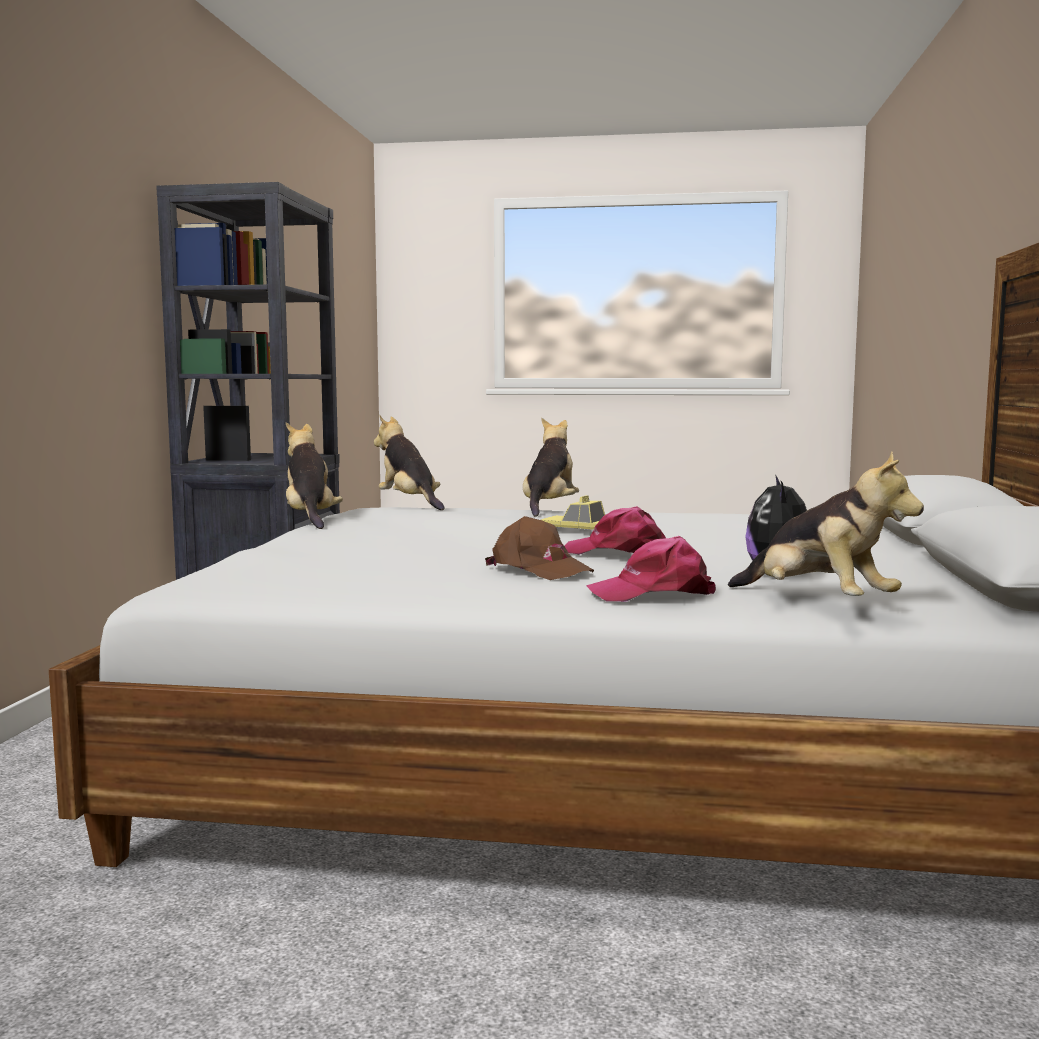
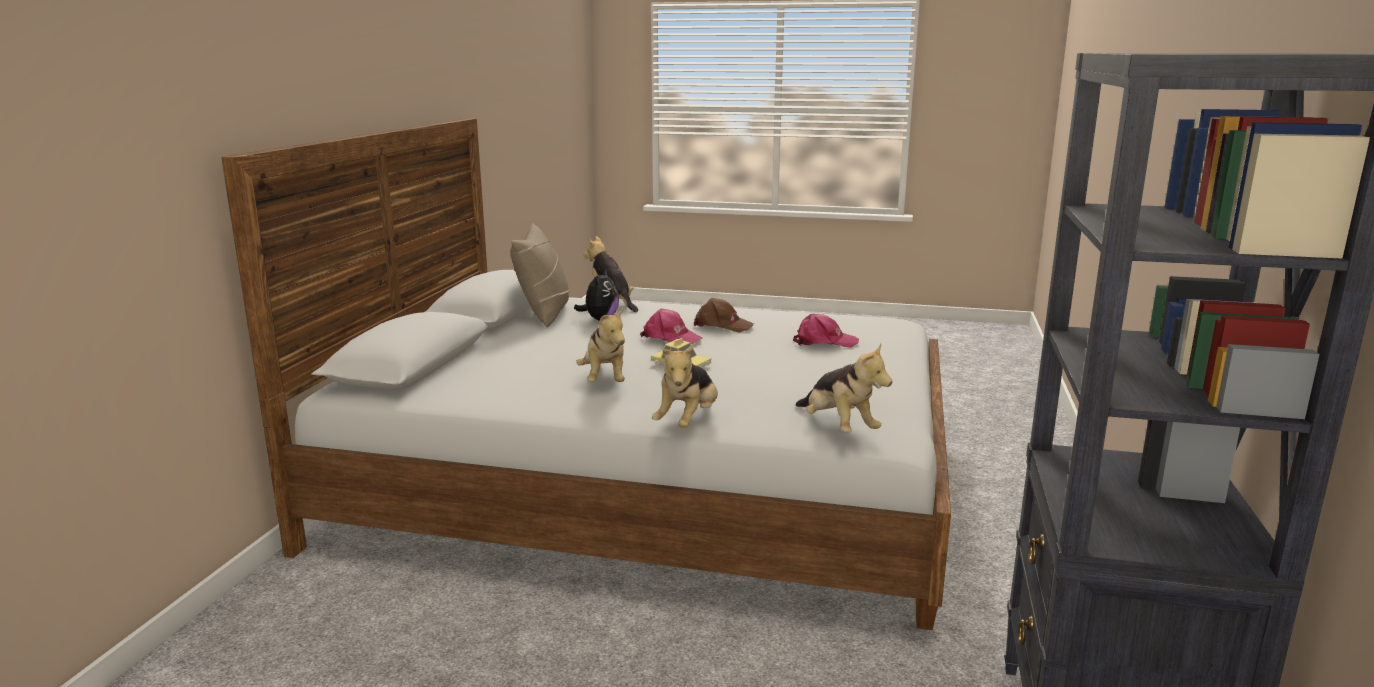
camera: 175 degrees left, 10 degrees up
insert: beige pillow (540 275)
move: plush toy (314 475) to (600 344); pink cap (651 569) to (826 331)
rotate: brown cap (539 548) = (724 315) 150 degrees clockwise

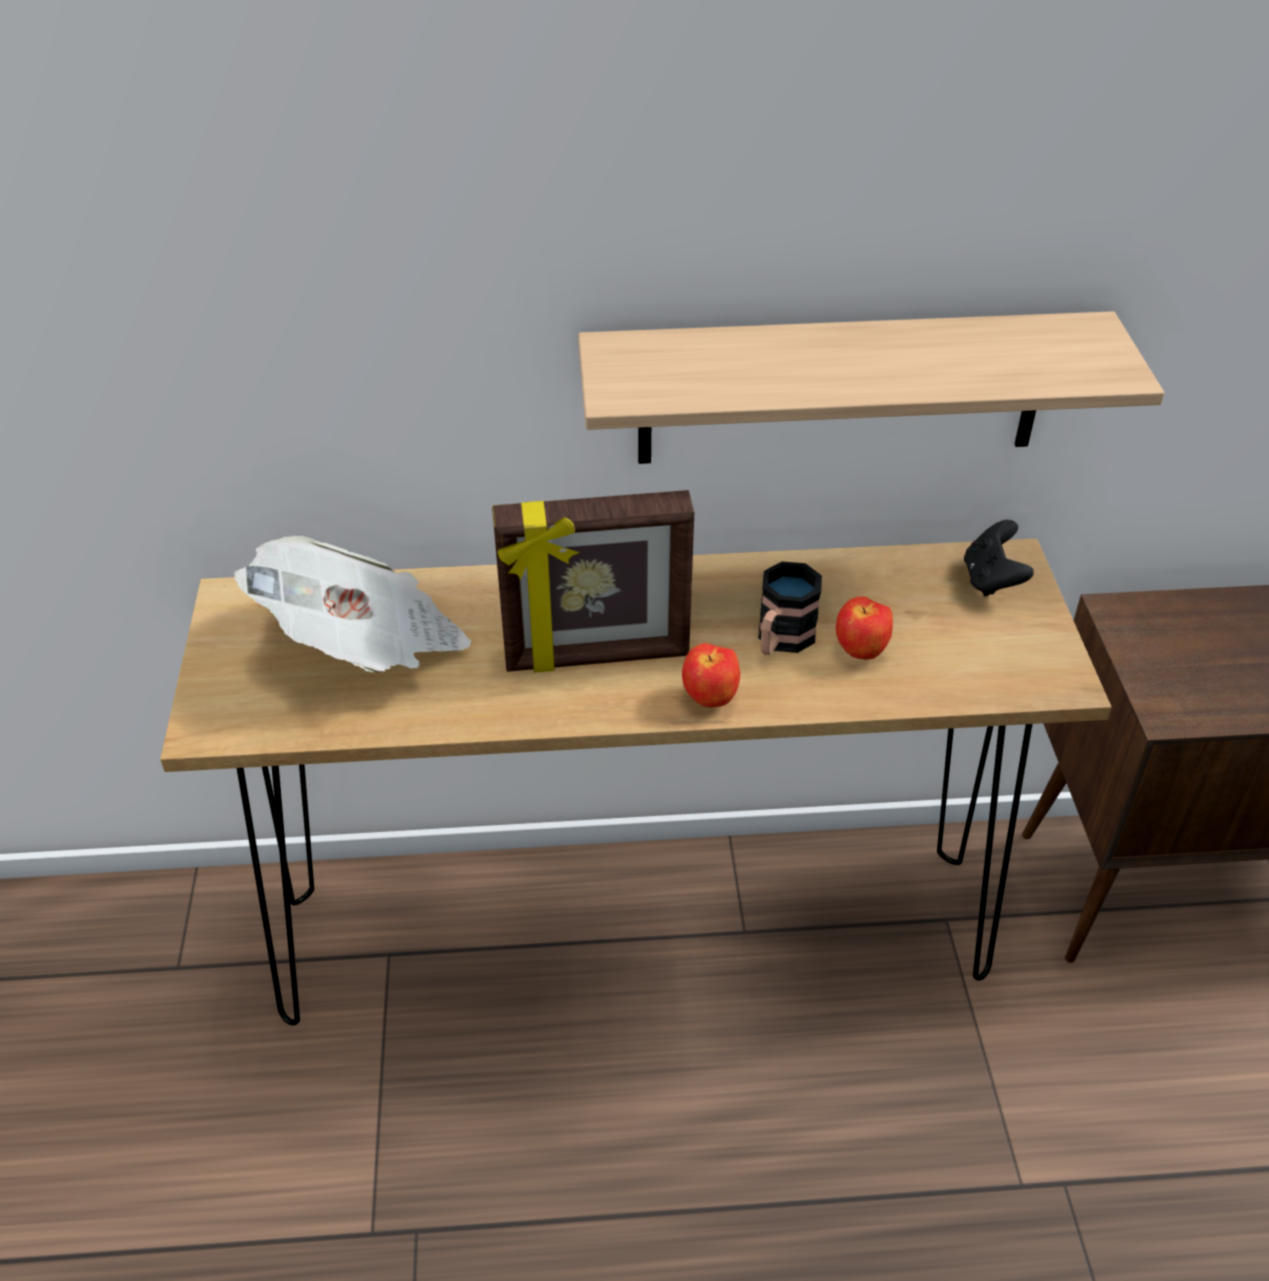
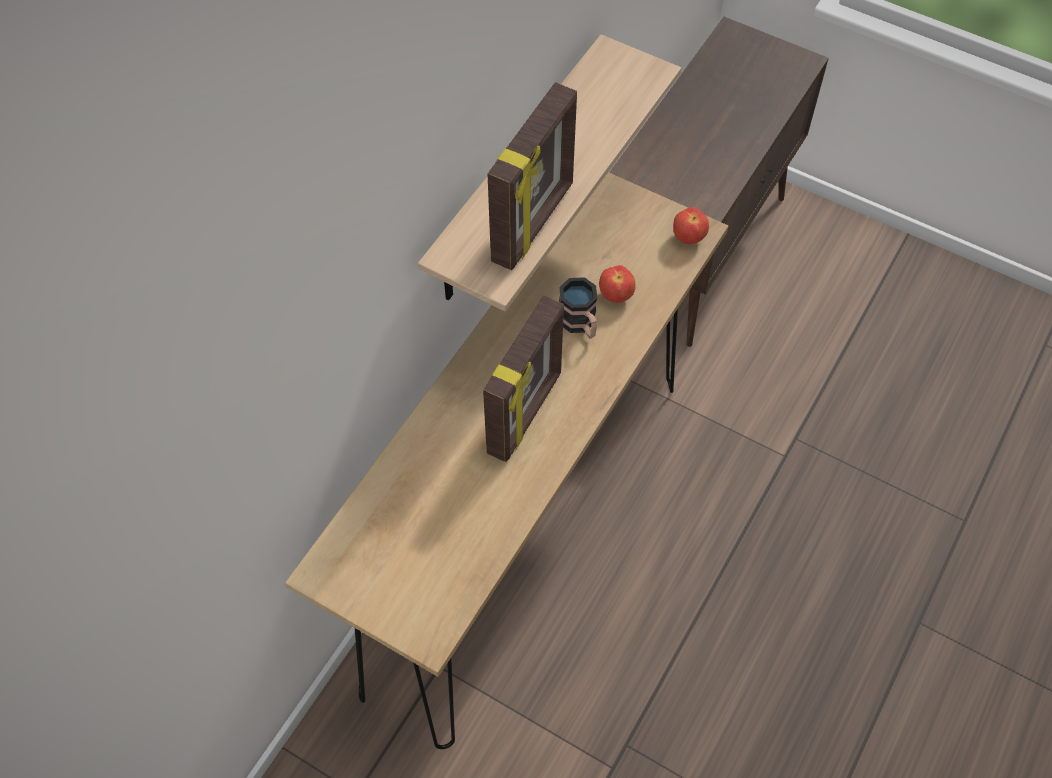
camera: 55 degrees left, 15 degrees up
delete: newspaper (353 604); black game controller (999 558)
insert: picture frame (532 176)
move: apple (711 675) to (691 225)

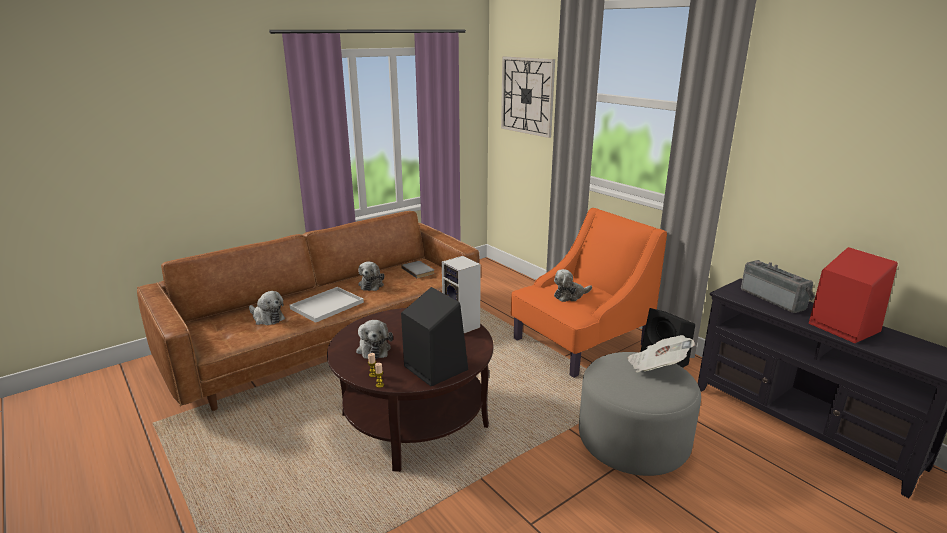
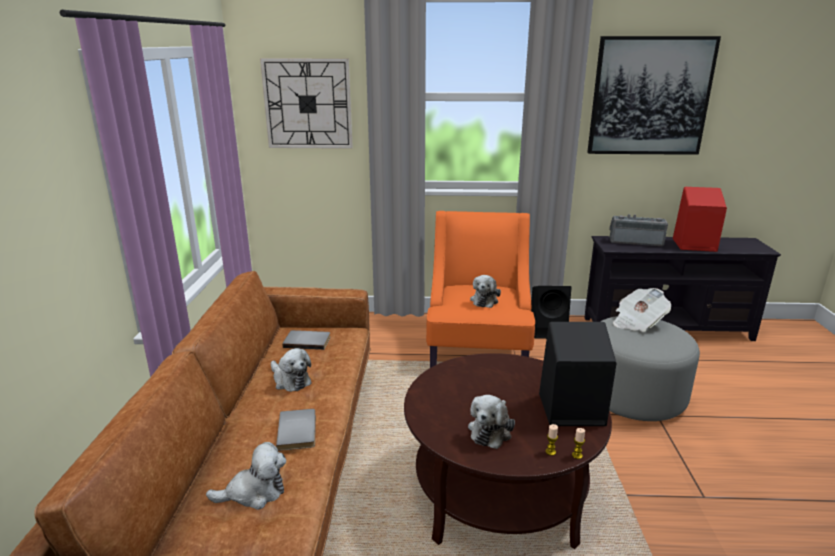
camera: 50 degrees left, 0 degrees up
delete: speaker (461 294)
insert: picture (654 95)
replace: white tray (326 305) to grey book (296 430)
rotate: plush toy (374 339) = (491 422) 90 degrees clockwise

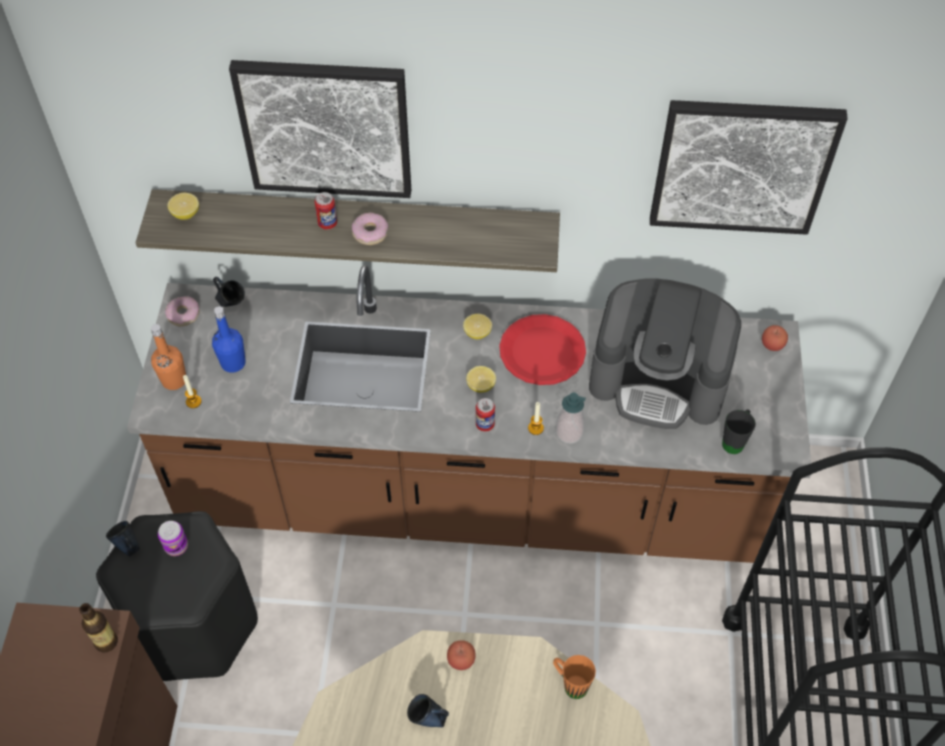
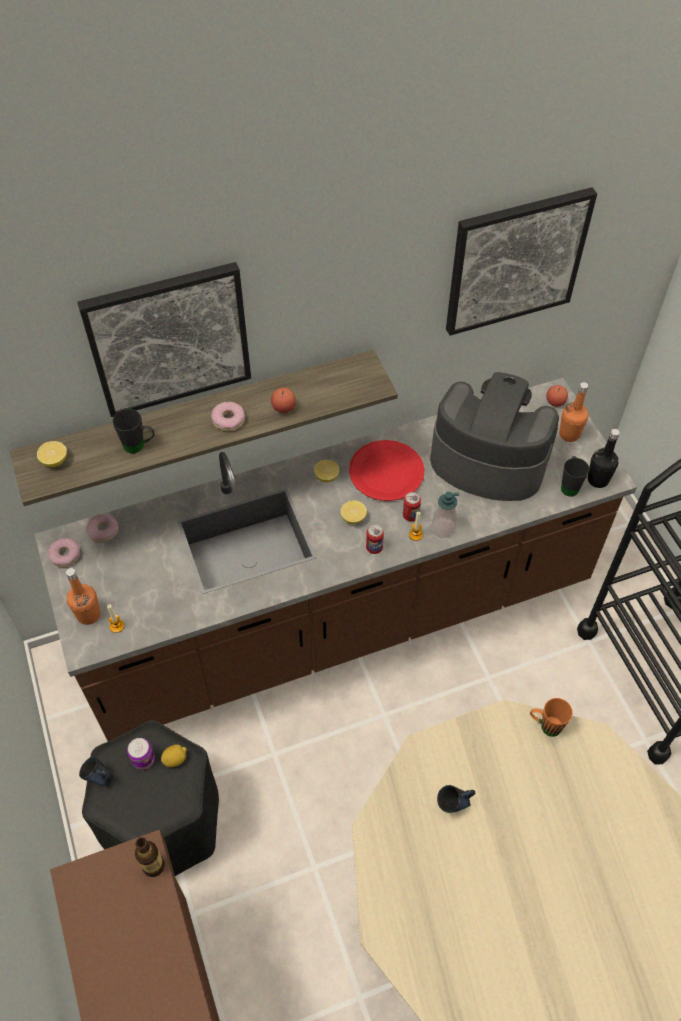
camera: 25 degrees left, 0 degrees up
delete: blue bottle (229 339)
insert: black mug (133 431); lemon (173 755); orange bottle (574 412); black bottle (604 458)
move: can (325 210) to (412 506); apple (461 655) to (283 400)
replace: blue mug (229 292) to donut (102 528)
rotate: coffee machine (665 354) = (494 436) 150 degrees counterclockwise

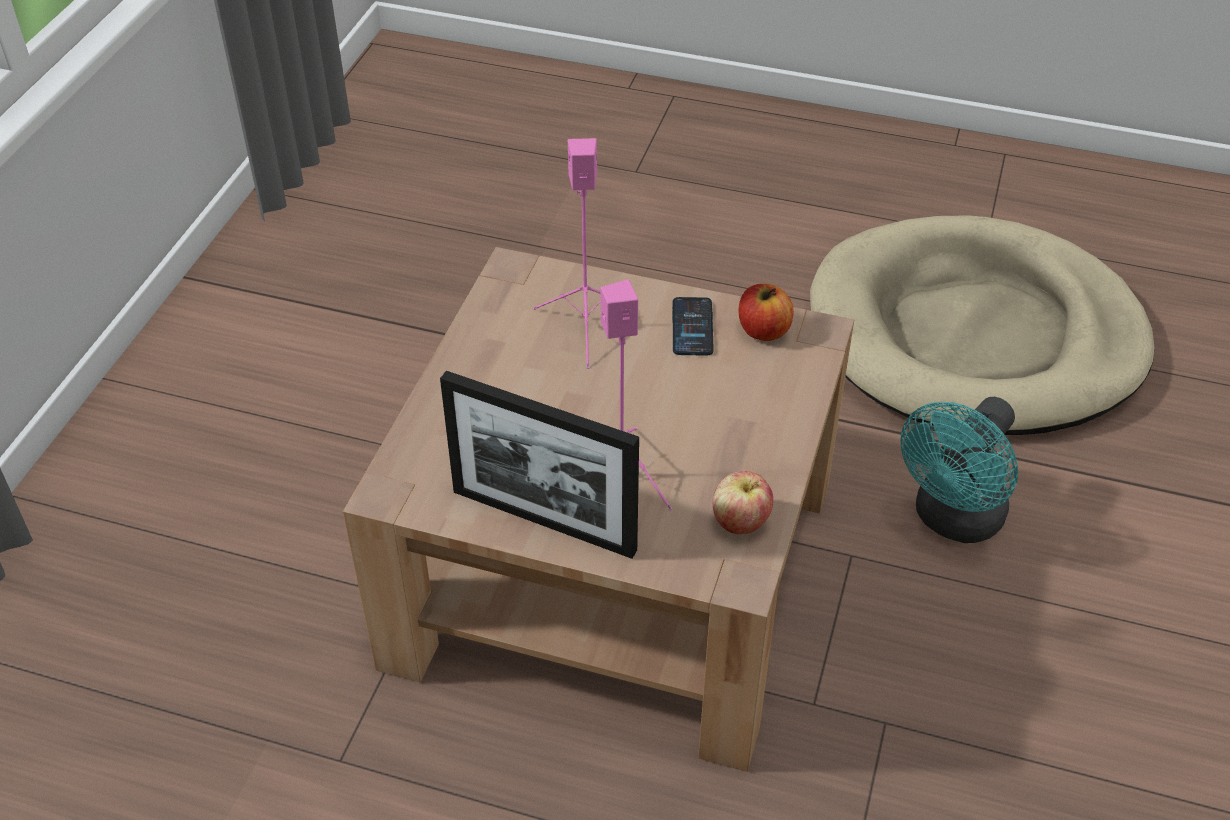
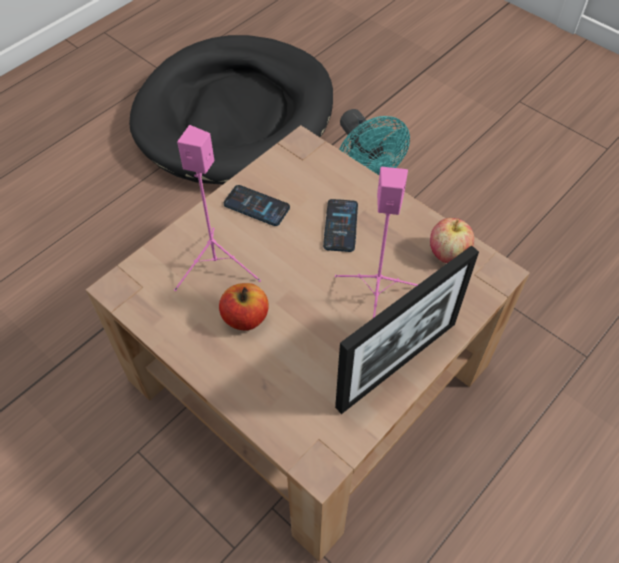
camera: 65 degrees left, 10 degrees up
insert: phone (340 225)
move: apple (766 312) to (244 307)
recolor: beige dog bed (982 325) to black dog bed (231 109)

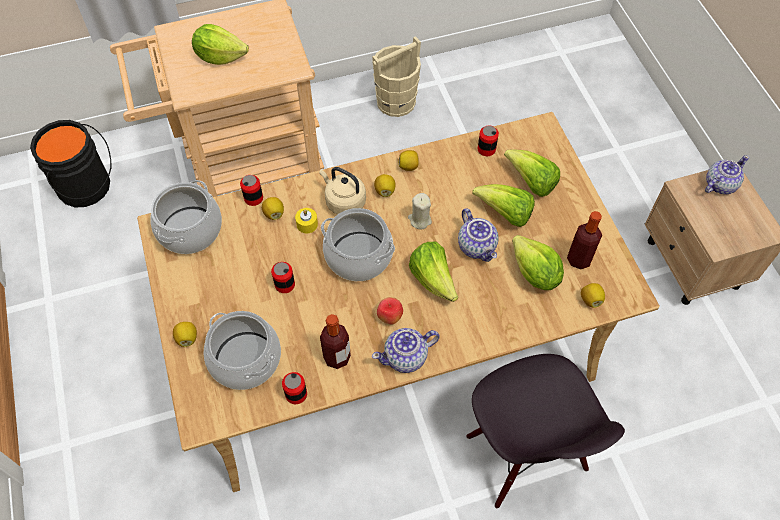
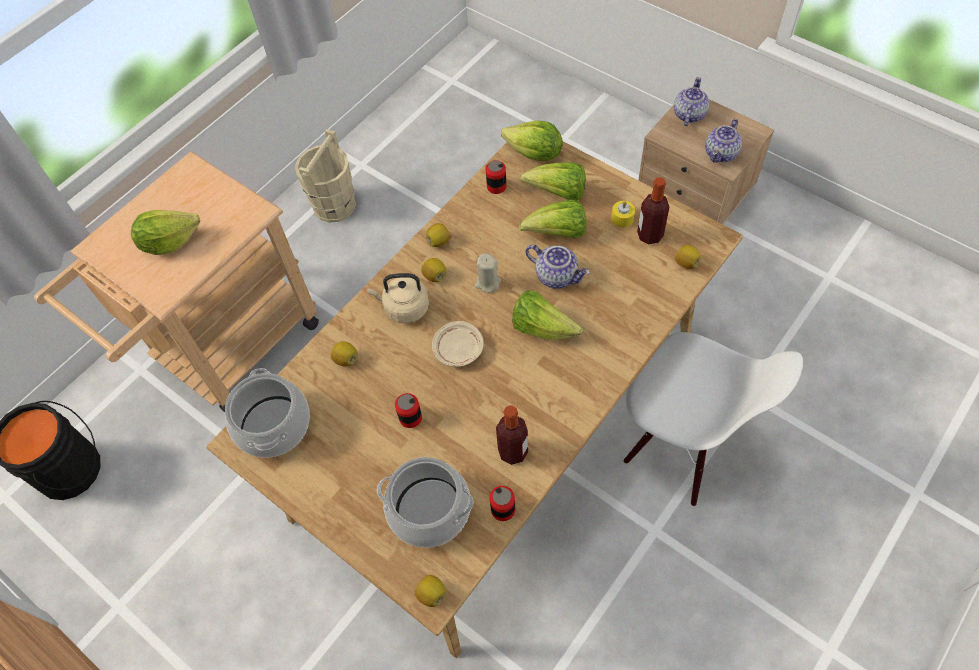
camera: 30 degrees left, 0 degrees up
delete: can (251 190); apple (390 310)
move: lemon (185 334) to (430 591); yellow candle (306 220) to (623 214); teapot (406 350) to (723 141); lettuce (538 262) to (532 140)
replace: cooking pot (358 244) to beige plate (458 344)
recolor: black chair (545 431) to white chair (713 419)

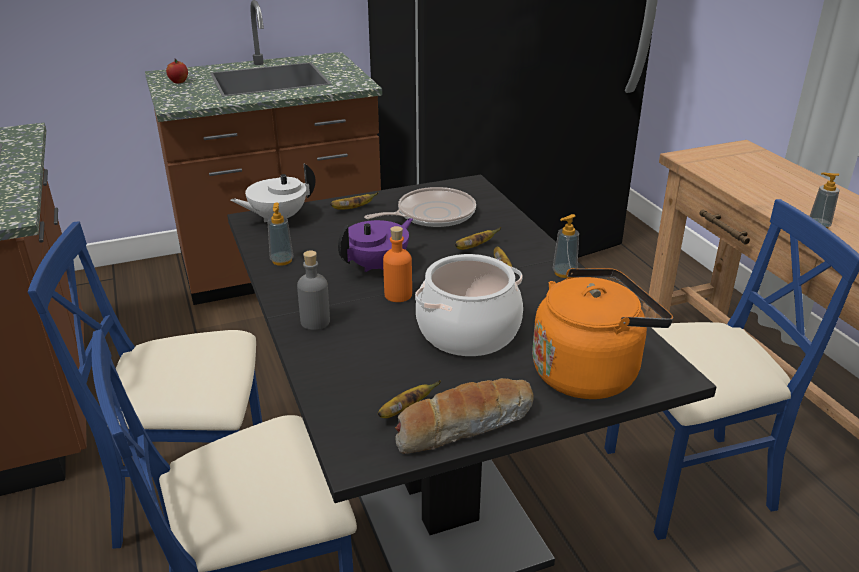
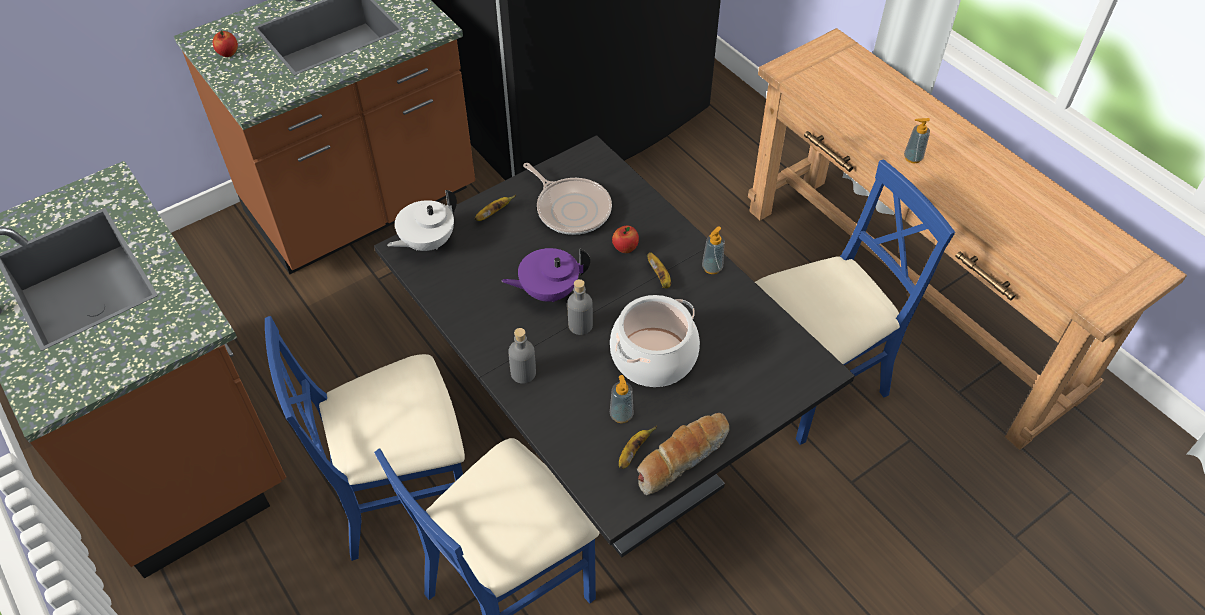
camera: 15 degrees left, 20 degrees up
delete: orange kettle (602 333)
move: soap dispenser (280 234) to (622 399)
replace: banana (478 238) to apple (625 239)
recolor: orange bottle (397 264) to grey bottle (580 307)
rotate: purple teapot (375 245) = (546 275) 135 degrees counterclockwise; frying pan (420 207) = (567 199) 90 degrees clockwise

